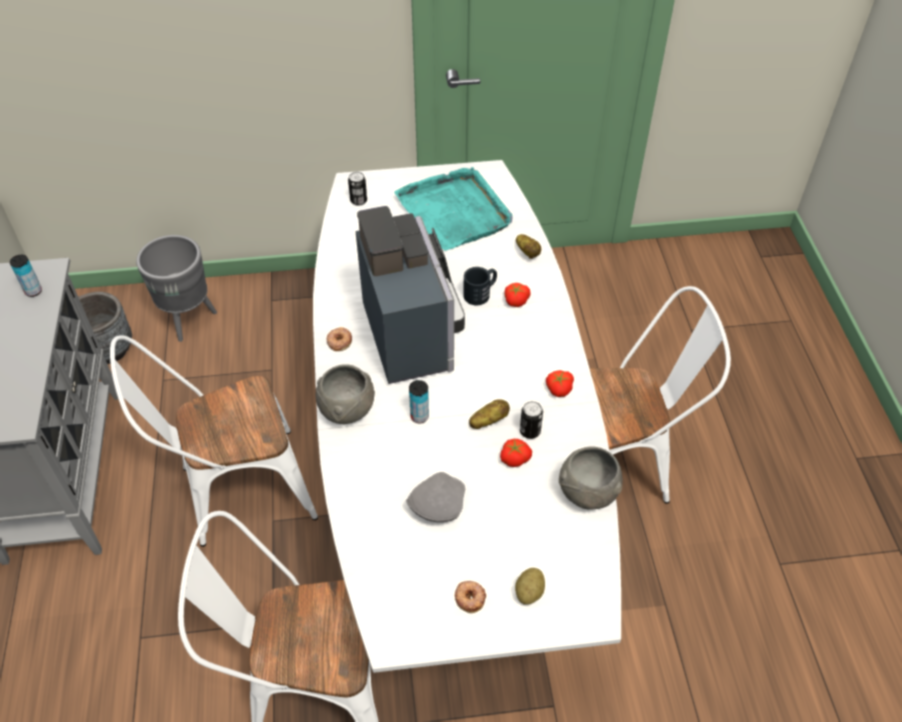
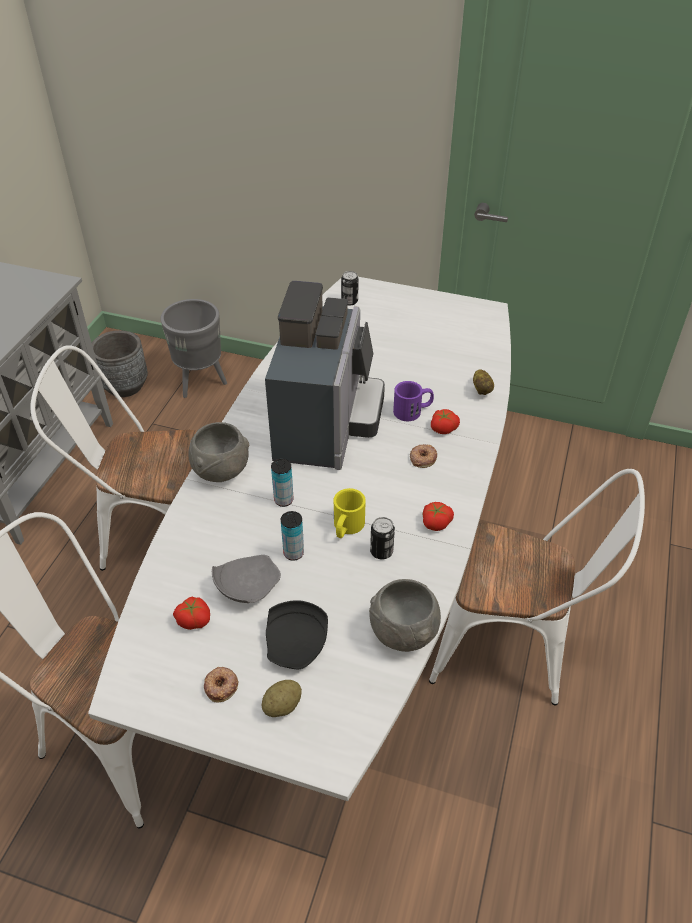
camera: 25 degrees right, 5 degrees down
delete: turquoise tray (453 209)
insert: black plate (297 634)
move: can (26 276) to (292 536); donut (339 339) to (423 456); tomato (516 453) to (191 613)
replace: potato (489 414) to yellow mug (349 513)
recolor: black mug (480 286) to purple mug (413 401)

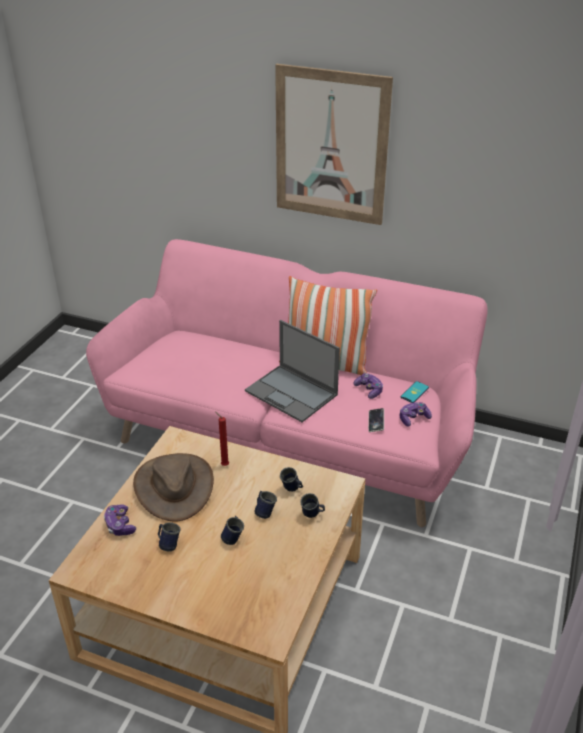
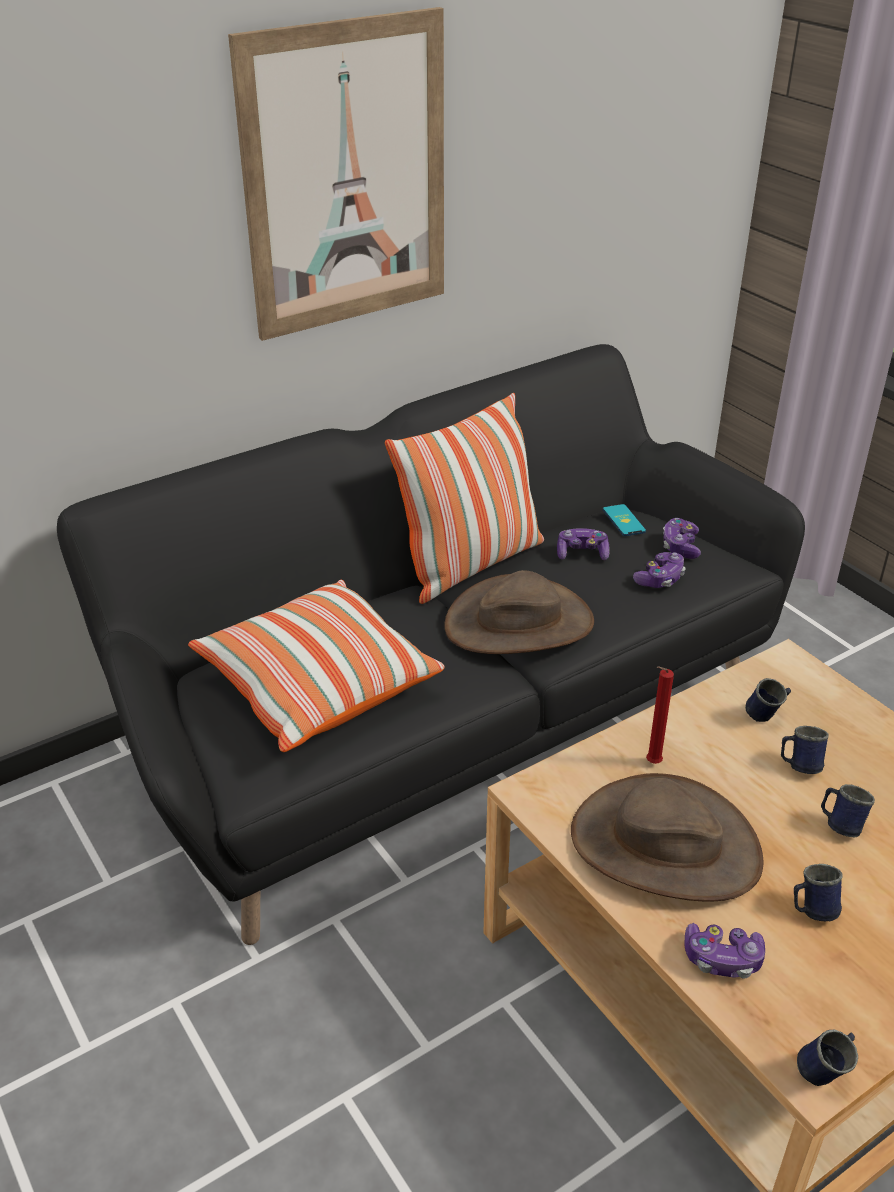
camera: 55 degrees left, 0 degrees up
insert: pillow (316 665)
move: blue mug (312 505) to (827 1058)
replace: laptop (292 371) to brown hat (519 612); phone (376 420) to game controller (659 570)
recolor: pink sofa (286 383) to black sofa (431 644)

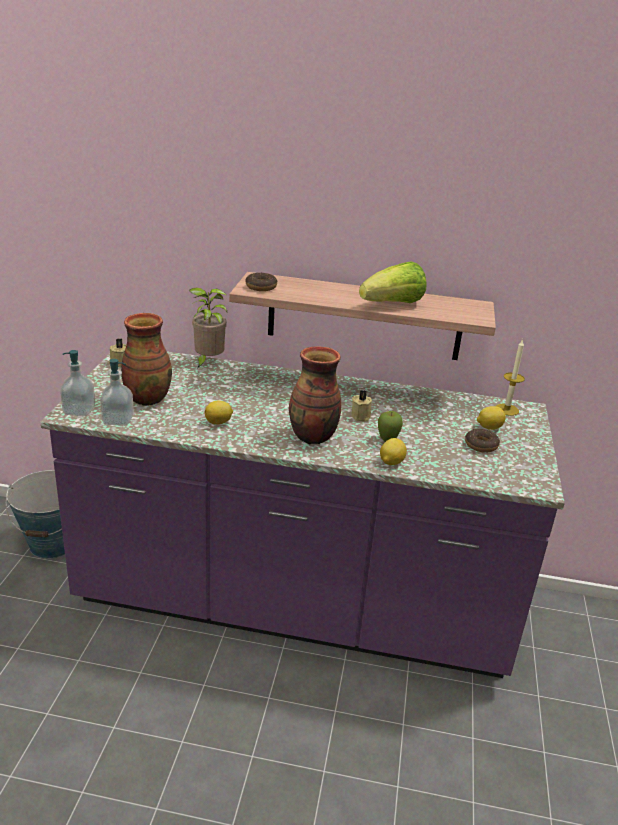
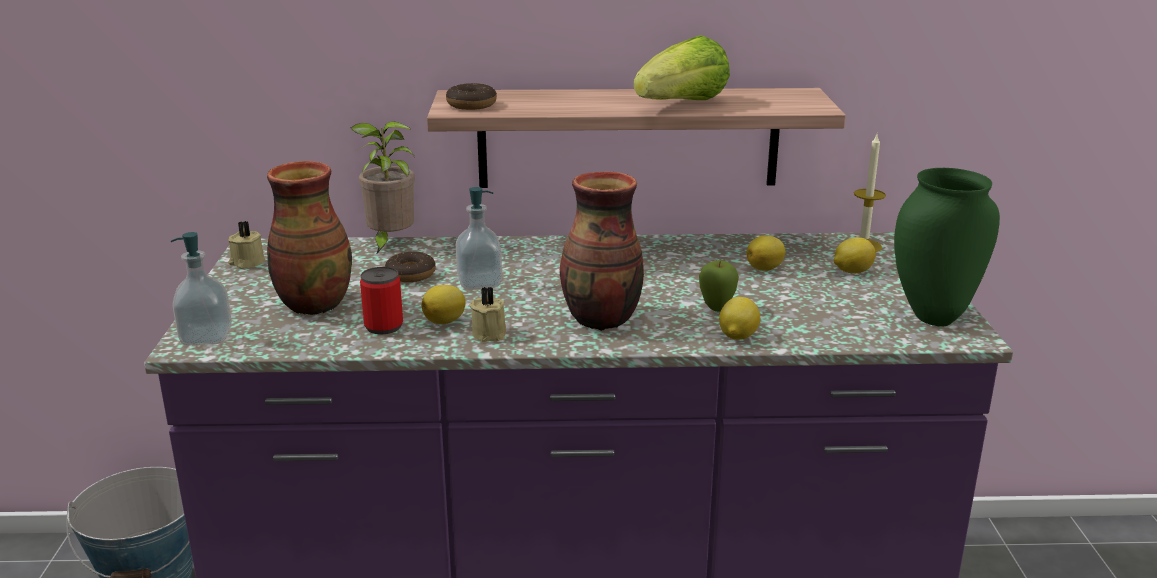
camera: 10 degrees left, 5 degrees down
insert: can (381 300); lemon (766 253); green vase (947 247)
move: soap dispenser (117 392) to (479 238); beige candle (361 405) to (487 314); donut (482 441) to (410 267)

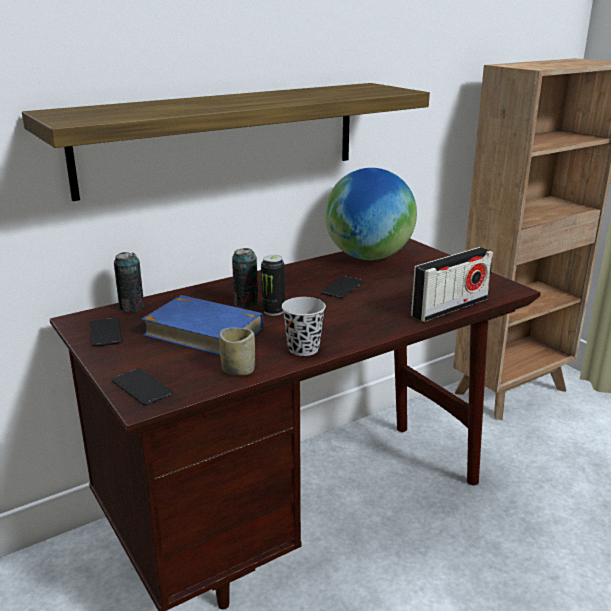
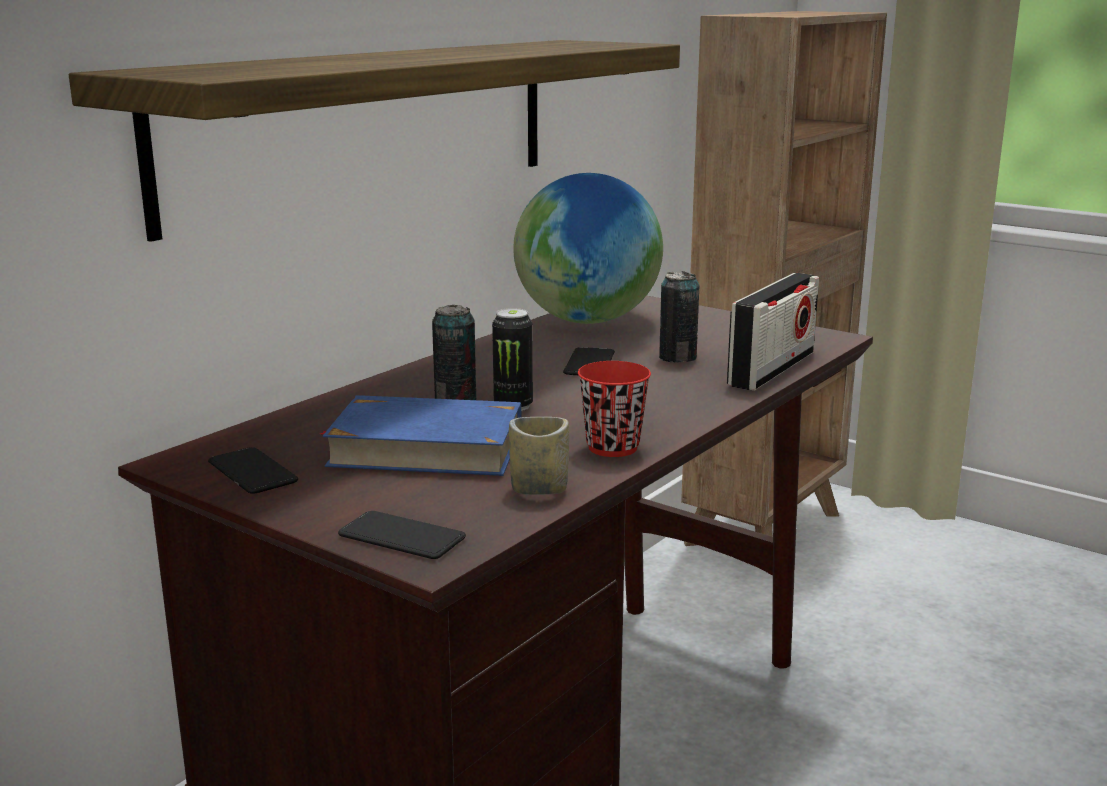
camera: 20 degrees left, 5 degrees down
move: can (129 282) to (679 317)
recolor: black cup (304 326) to red cup (614 409)

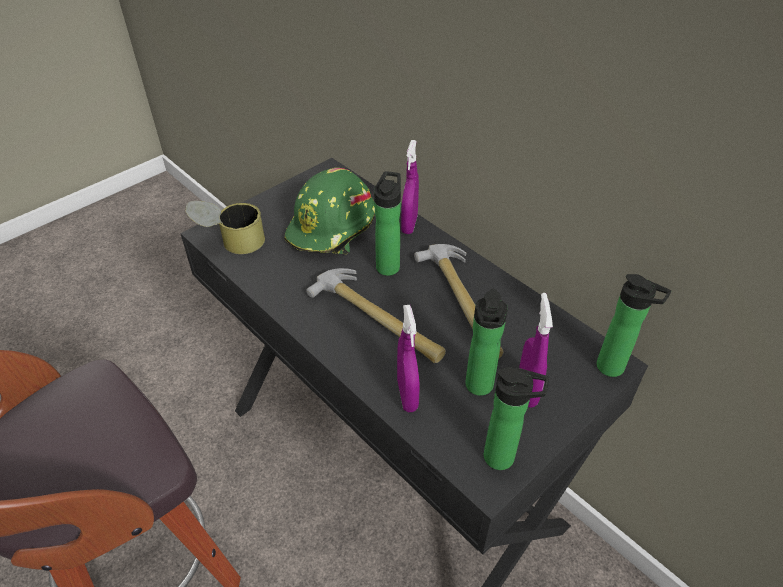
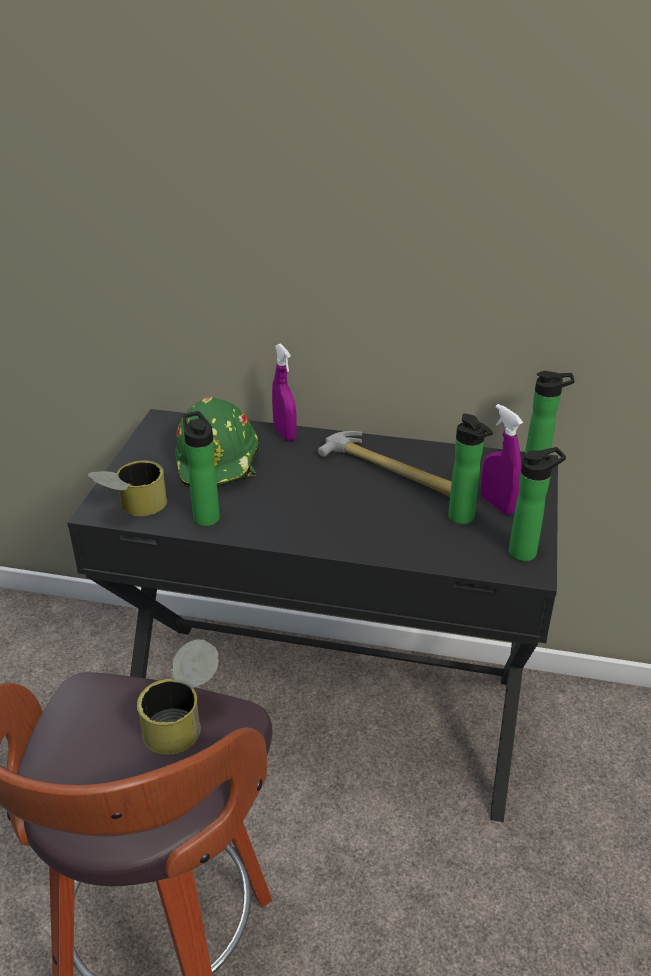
camera: 35 degrees left, 10 degrees down
delete: hammer (376 315); purple spray bottle (408 358)
insert: can (178 697)
move: bottle (387 223) to (201 468)

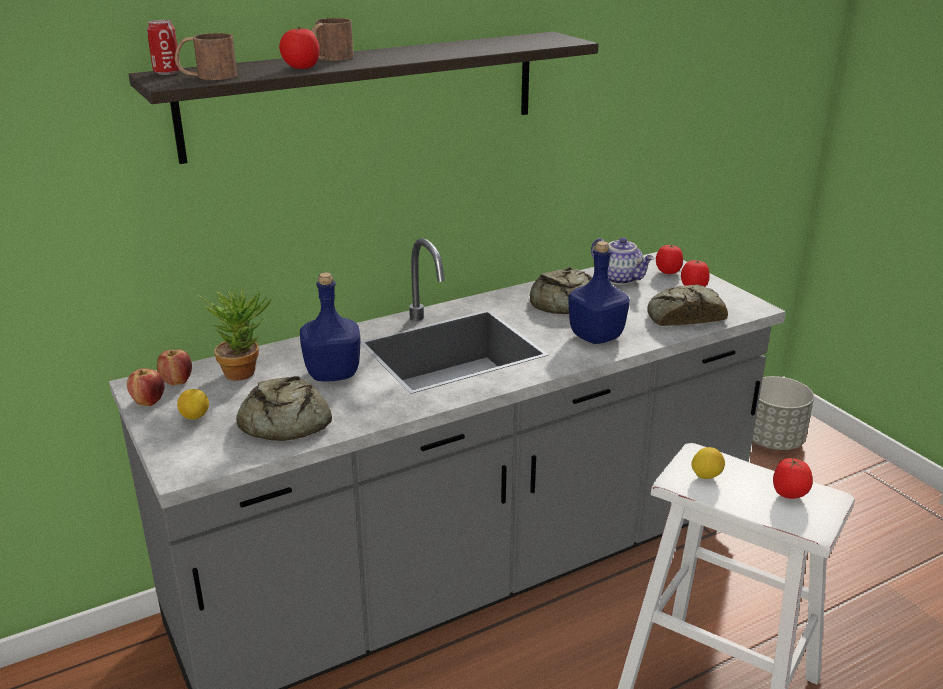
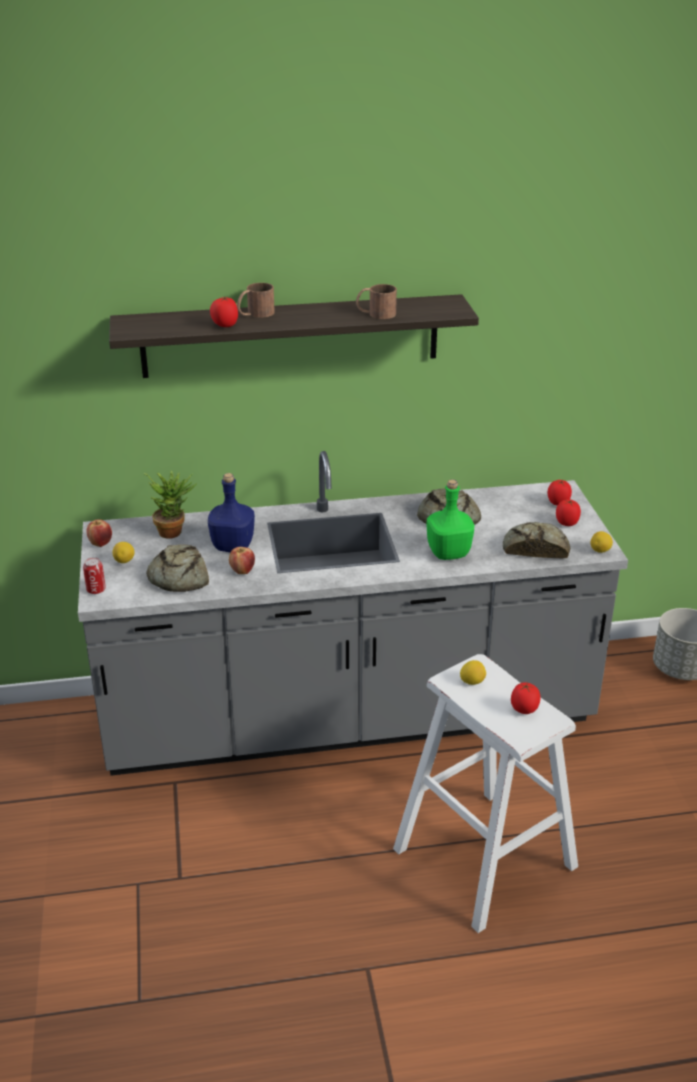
camera: 20 degrees right, 5 degrees up
delete: teapot (622 261)
insert: lemon (602 542)
move: can (163 47) to (94 575); apple (174 368) to (242 560); brown mug (206 56) to (376 301)
recolor: blue bottle (599 292) to green bottle (450 520)

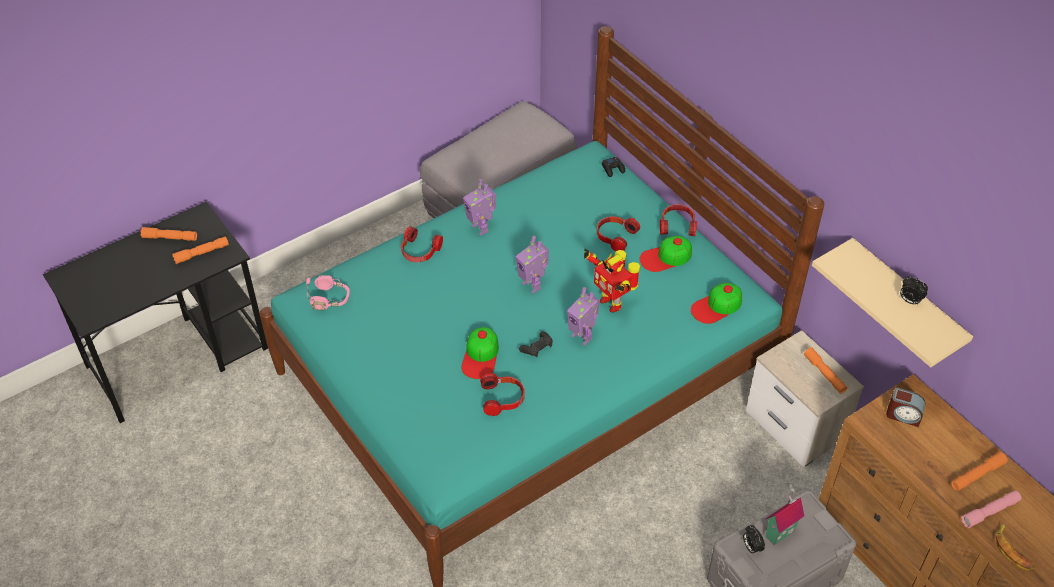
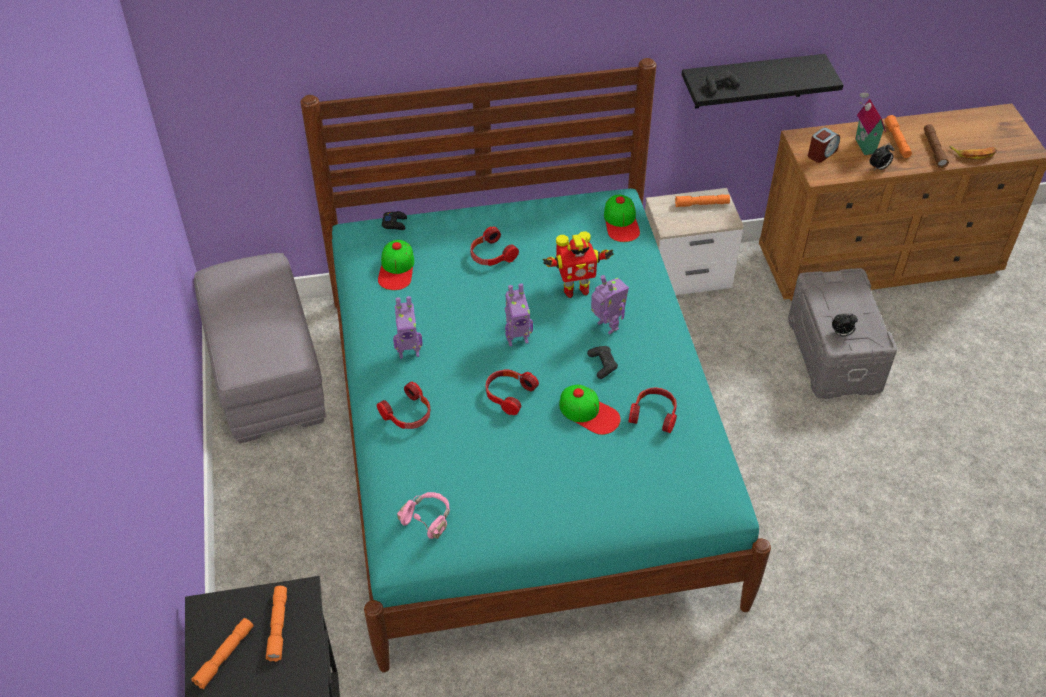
camera: 65 degrees left, 0 degrees up
insert: black game controller (723 82)
move: cap (666 254) to (396 265); headphones (678 220) to (512 392); toy house (785 514) to (870 122); alarm clock (914 290) to (882 157)
recolor: beige shelf (892 302) to black shelf (762 81); pink flashlight (991 509) to brown flashlight (936 146)
rotate: toy robot (583 316) = (610 304) 105 degrees counterclockwise

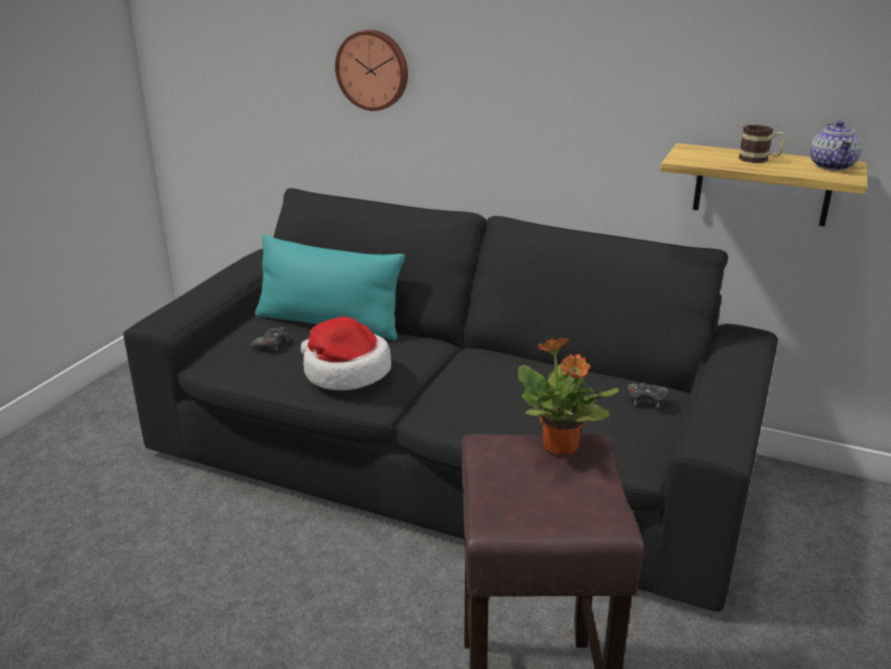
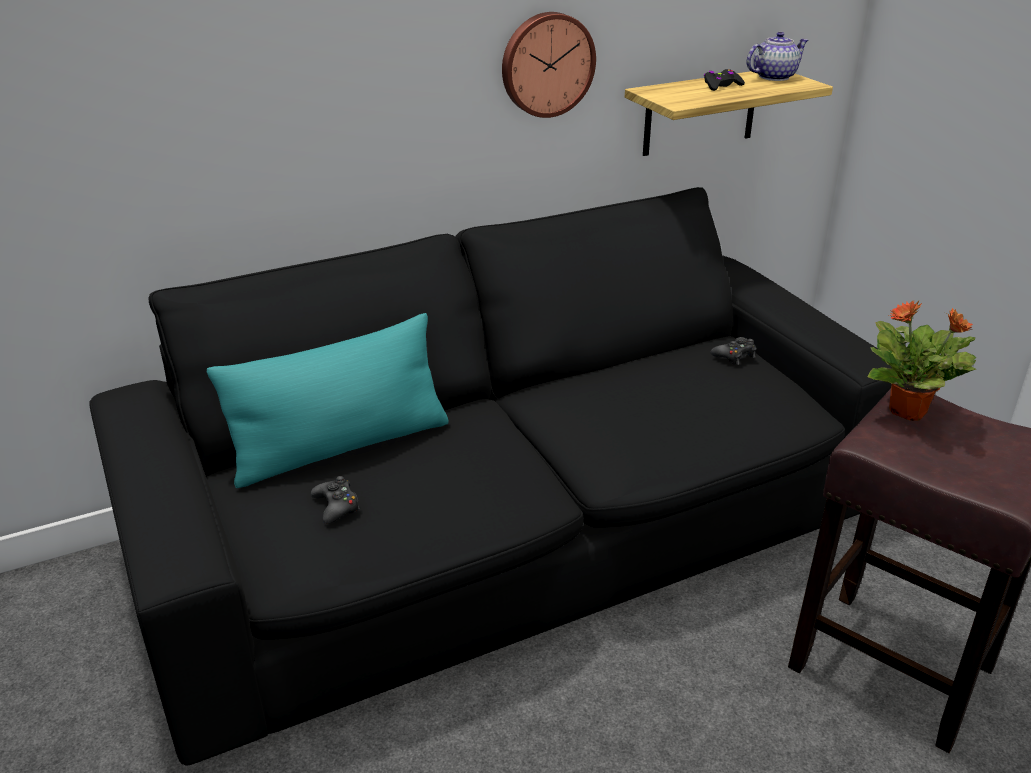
camera: 50 degrees left, 5 degrees up
delete: hat (346 353)
move: wall clock (371 70) to (549 65)
replace: mug (762 144) to black game controller (724 80)
rotate: teapot (835 146) = (777 56) 75 degrees counterclockwise

